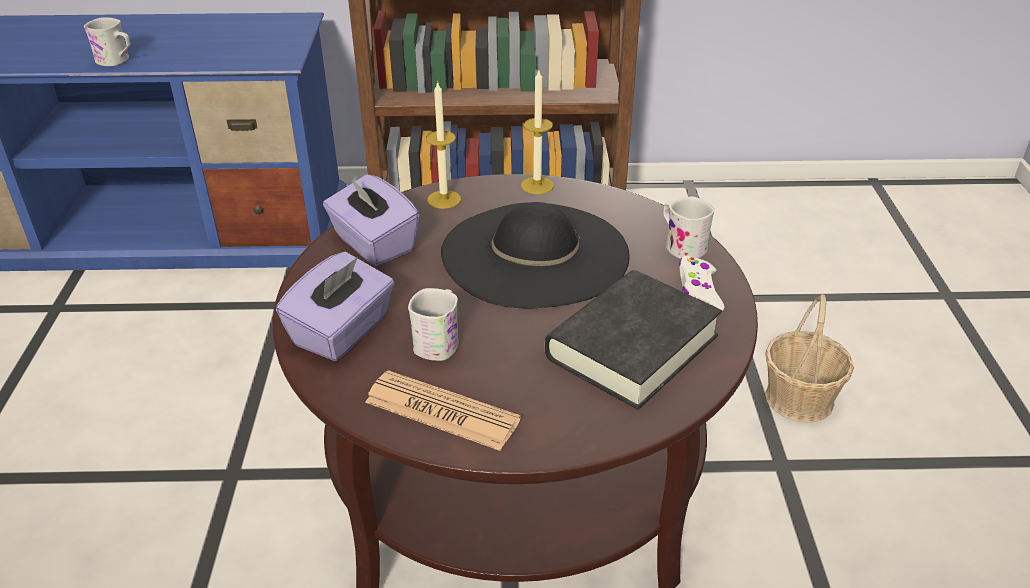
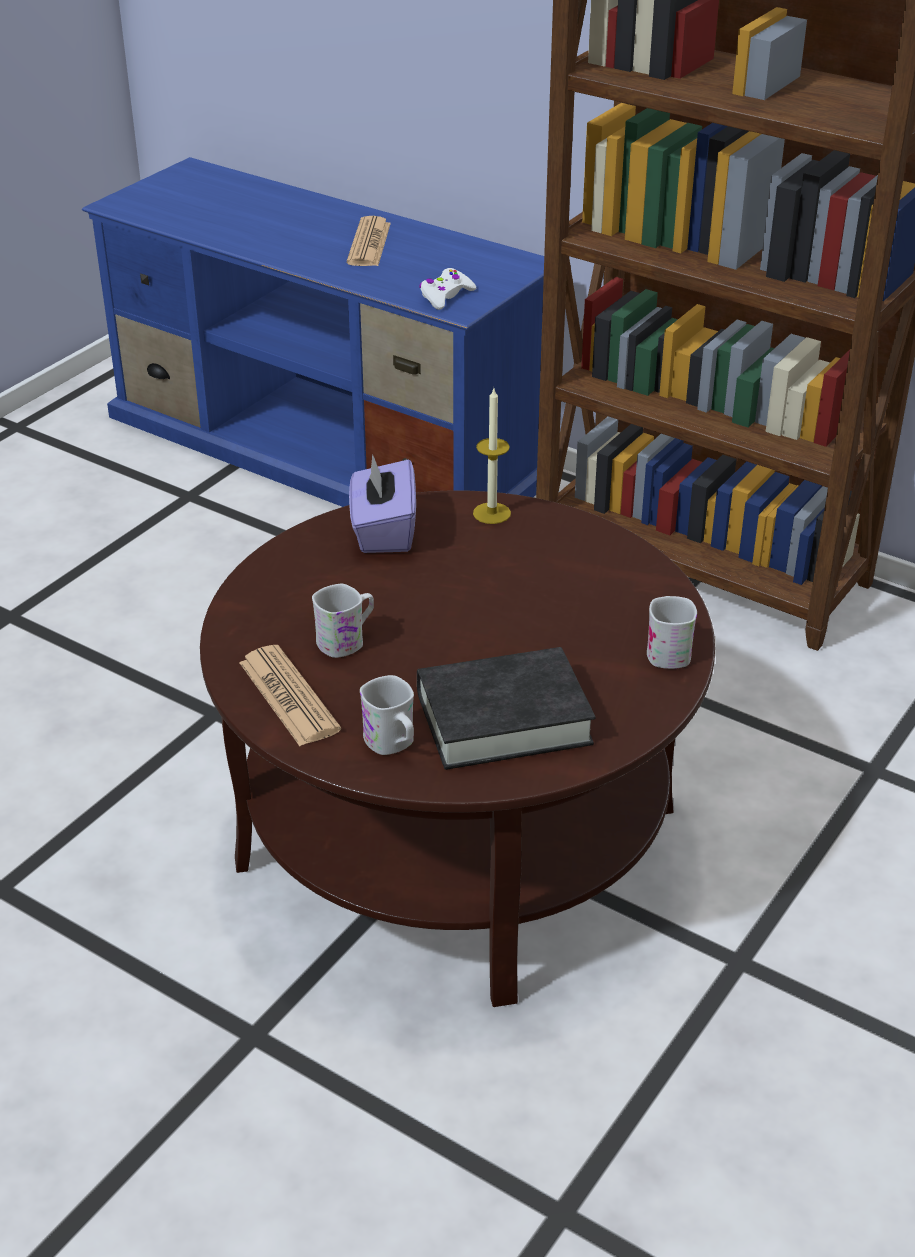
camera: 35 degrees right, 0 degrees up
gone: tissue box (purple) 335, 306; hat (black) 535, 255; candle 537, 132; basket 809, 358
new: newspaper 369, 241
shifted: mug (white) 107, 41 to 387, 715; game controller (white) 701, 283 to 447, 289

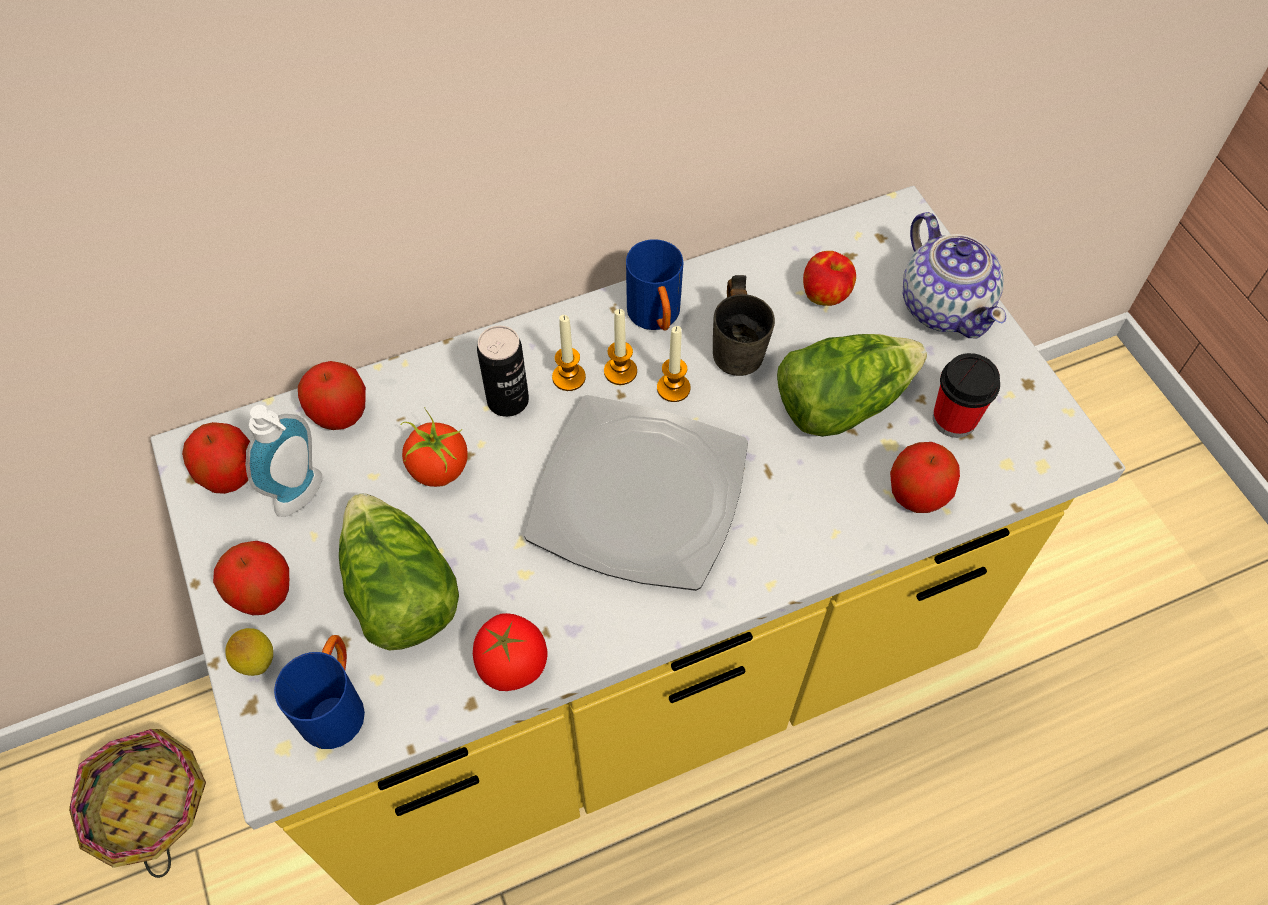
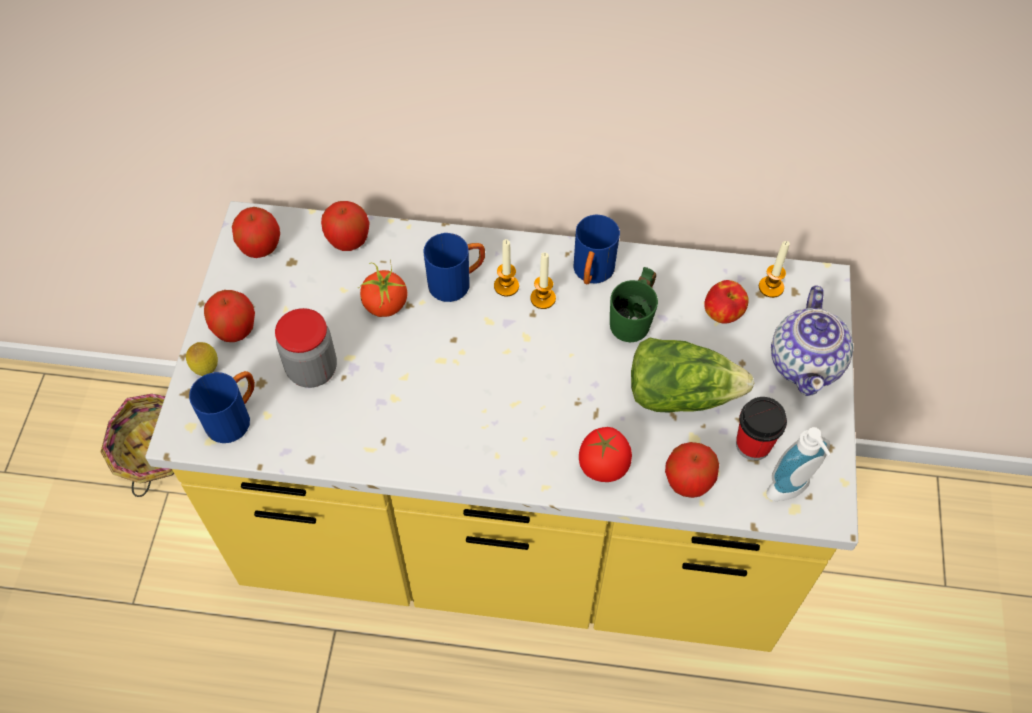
camera: 30 degrees right, 0 degrees up
gone: plate 636, 493
shifted: soap dispenser 283, 461 to 798, 464; tomato 510, 652 to 605, 454; candle 674, 364 to 774, 269
swapped: lettuce 399, 571 to jar 306, 348; can 503, 371 to mug (blue) 454, 267
repainted: mug (grey) 744, 325 to mug (green) 634, 304

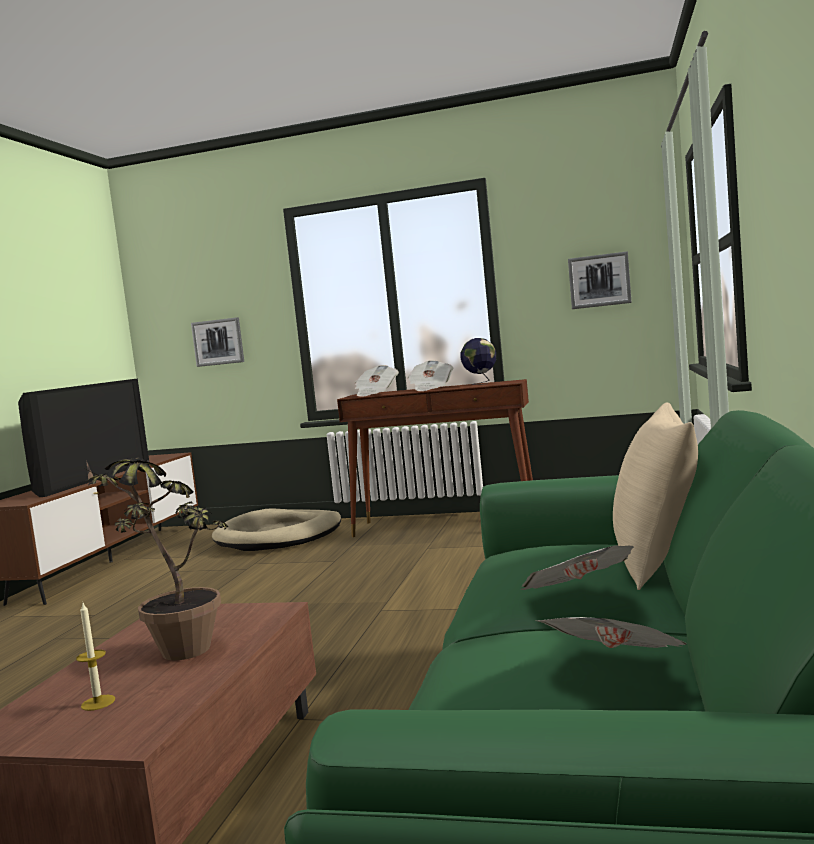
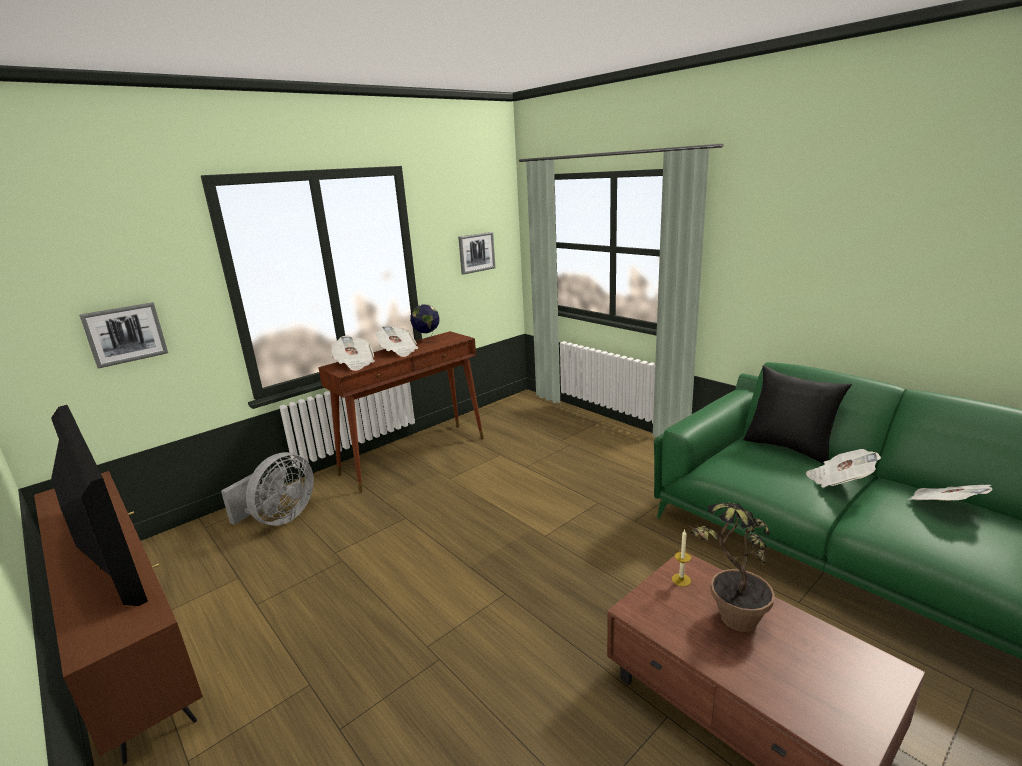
camera: 55 degrees left, 15 degrees up
shifted: candle 95, 657 to 681, 558
swapped: dog bed (beige) 276, 530 to fan (grey) 267, 489
repainted: pillow (beige) 655, 496 to pillow (black) 797, 414

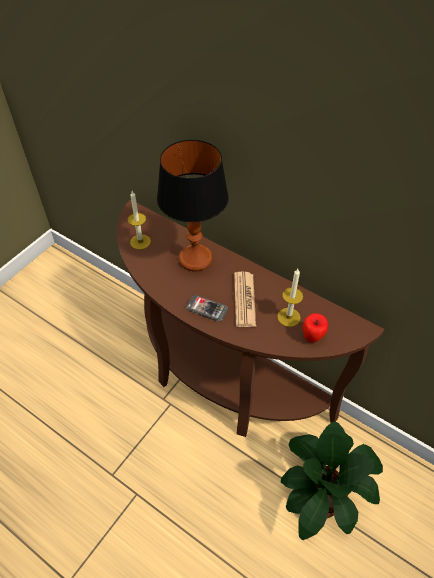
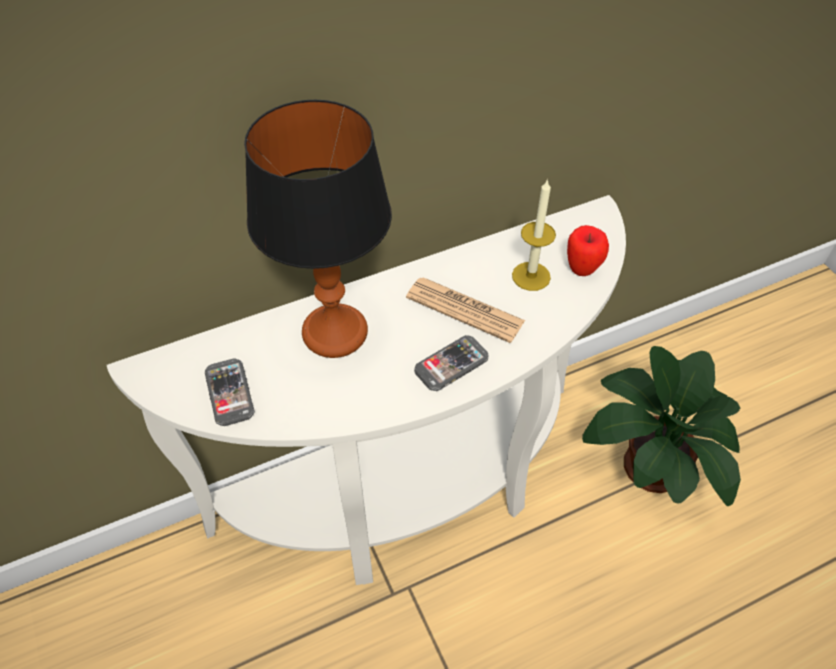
camera: 60 degrees left, 0 degrees up
swapped: candle 139, 220 to phone 230, 392
repainted: console table (brown) 250, 318 to console table (white) 366, 390

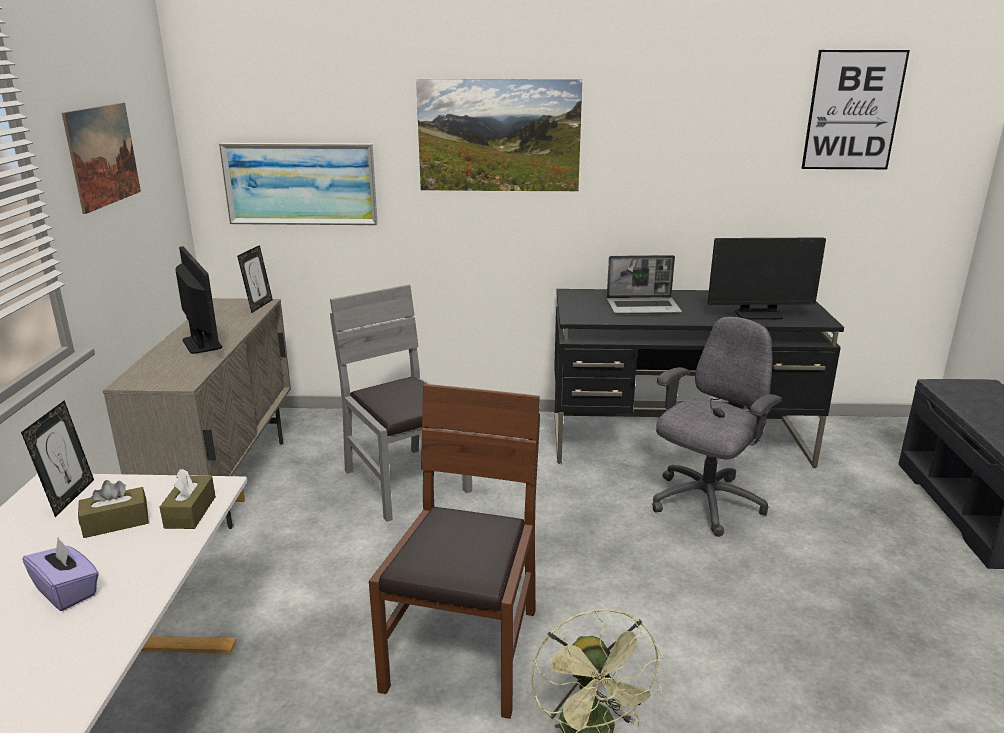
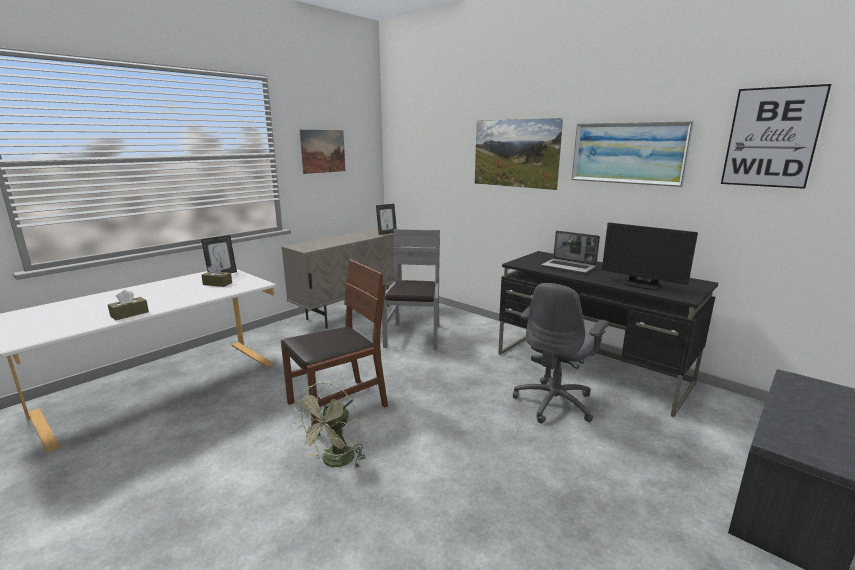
camera: 40 degrees right, 5 degrees down
gone: tissue box (purple) 61, 574; monitor 198, 300
shifted: tissue box (brown) 188, 499 to 128, 305; picture 298, 184 to 632, 154
rotated: office chair (grey) 717, 427 = 561, 353 135 degrees clockwise

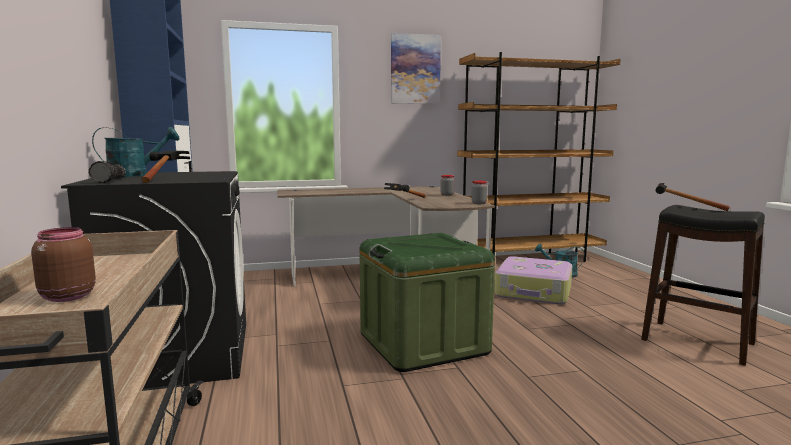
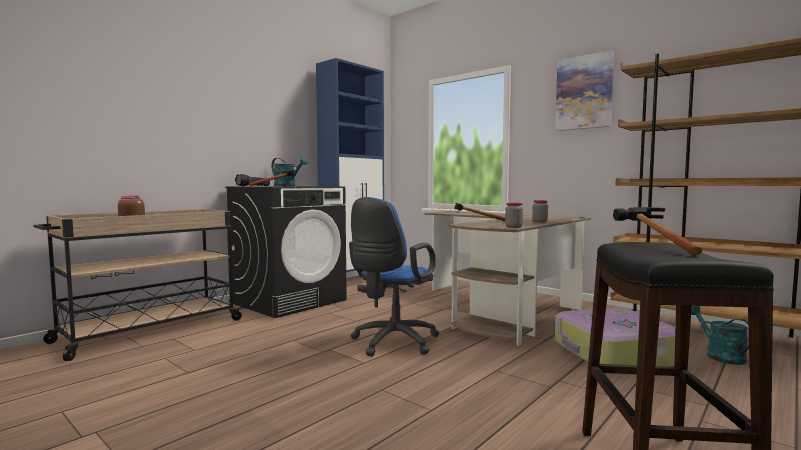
camera: 55 degrees right, 5 degrees down
swapped: storage box (green) 427, 302 to office chair (blue) 394, 277

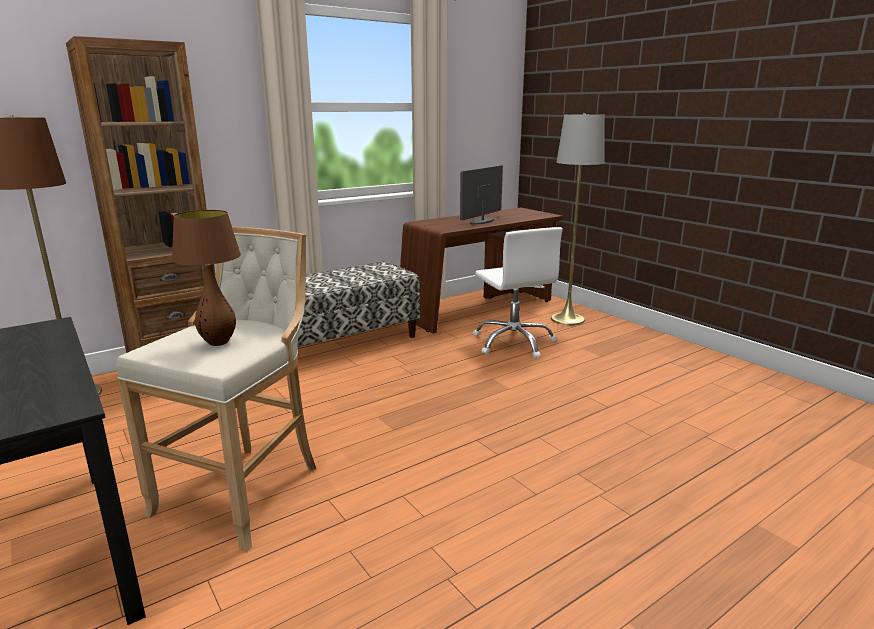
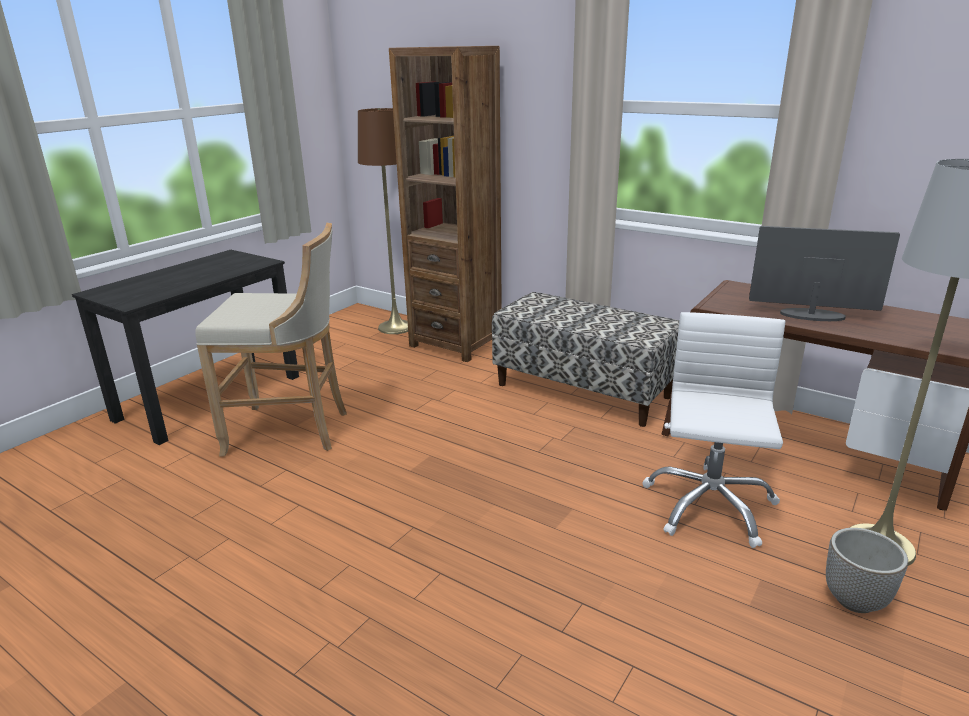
camera: 70 degrees right, 5 degrees up
gone: table lamp (brown) 206, 278
new: planter 867, 570
rotated: office chair (white) 518, 292 = 713, 430 150 degrees clockwise

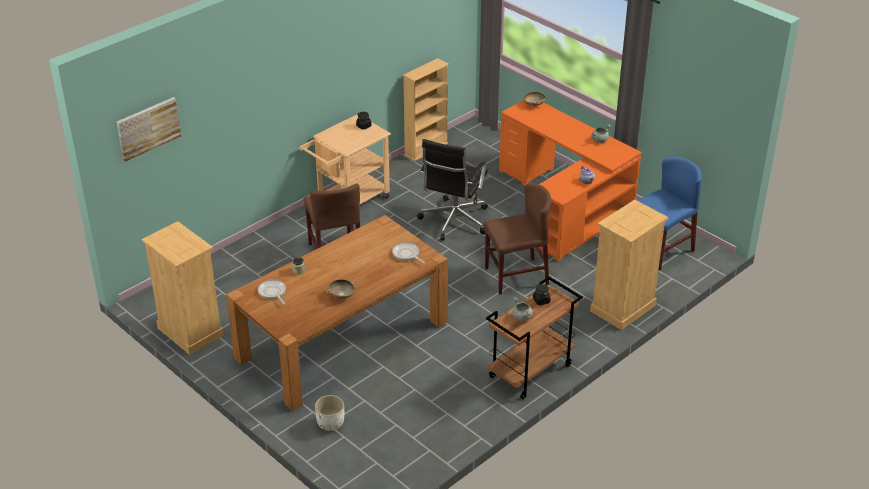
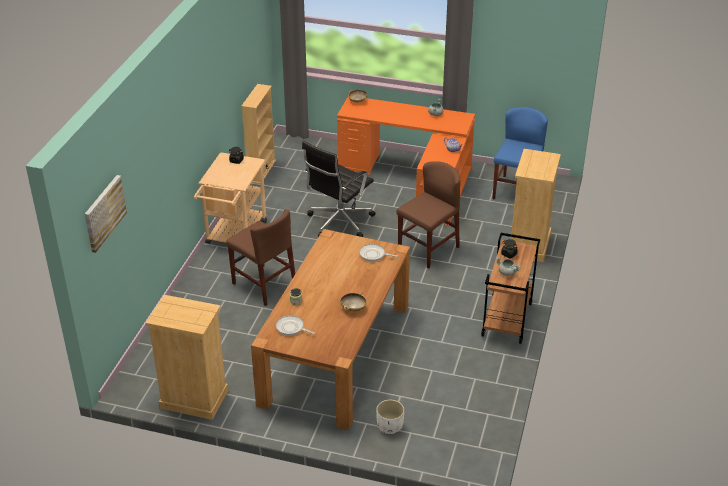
camera: 30 degrees left, 0 degrees up
rotated: office chair (black) 452, 190 = 339, 189 45 degrees clockwise

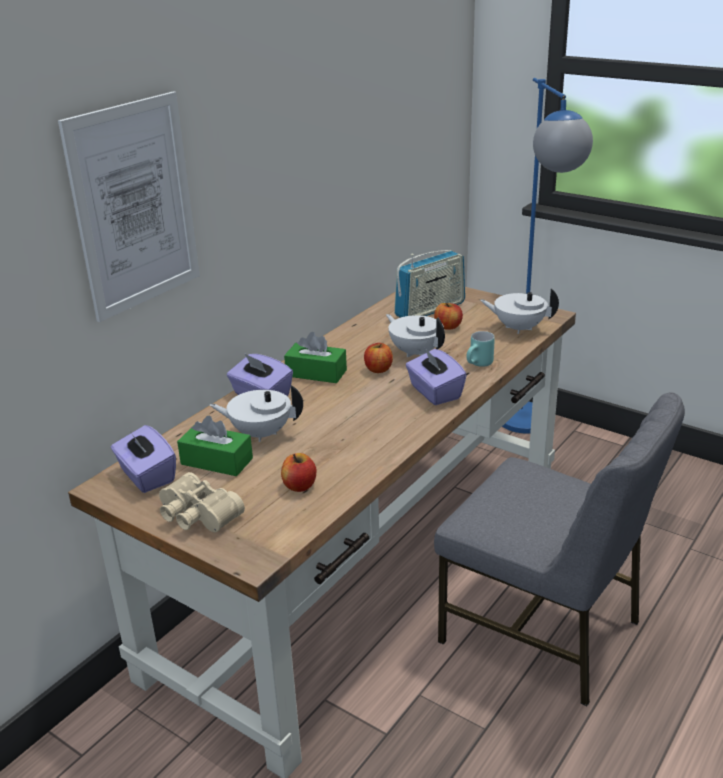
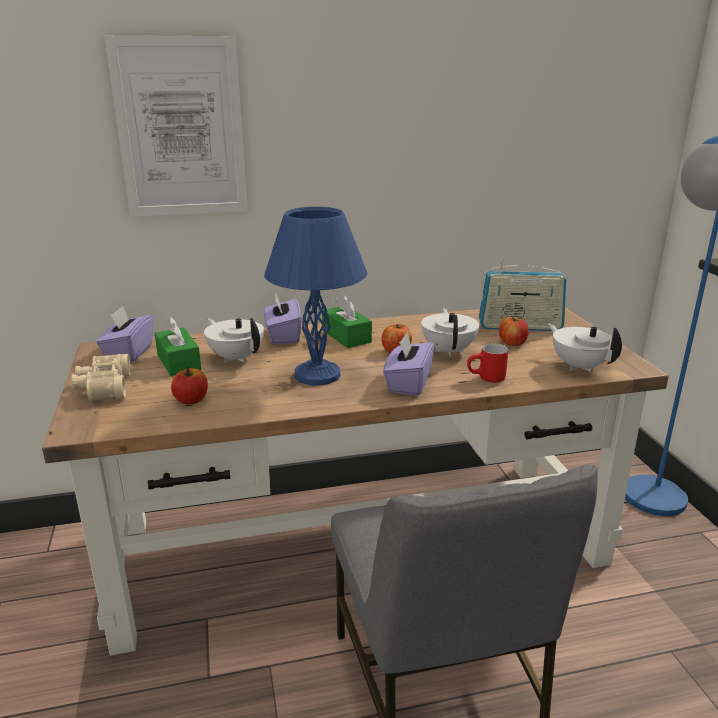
camera: 40 degrees right, 5 degrees down
new: table lamp (blue) 316, 296
repainted: mug (turquoise) 481, 349 to mug (red) 487, 363

